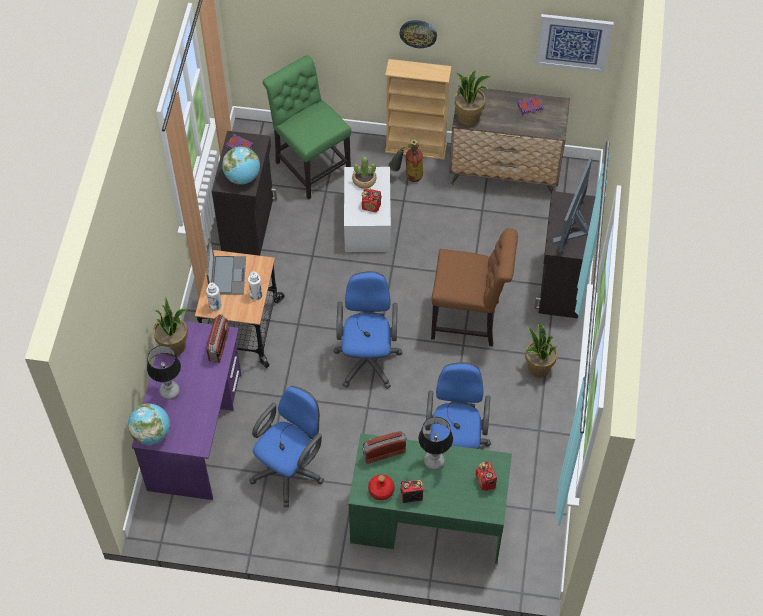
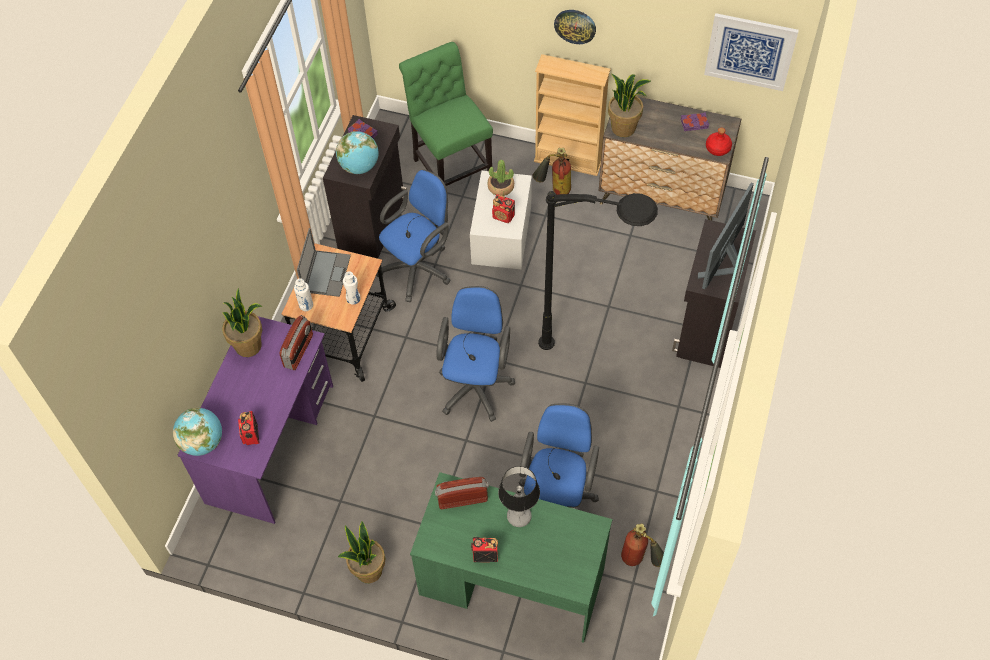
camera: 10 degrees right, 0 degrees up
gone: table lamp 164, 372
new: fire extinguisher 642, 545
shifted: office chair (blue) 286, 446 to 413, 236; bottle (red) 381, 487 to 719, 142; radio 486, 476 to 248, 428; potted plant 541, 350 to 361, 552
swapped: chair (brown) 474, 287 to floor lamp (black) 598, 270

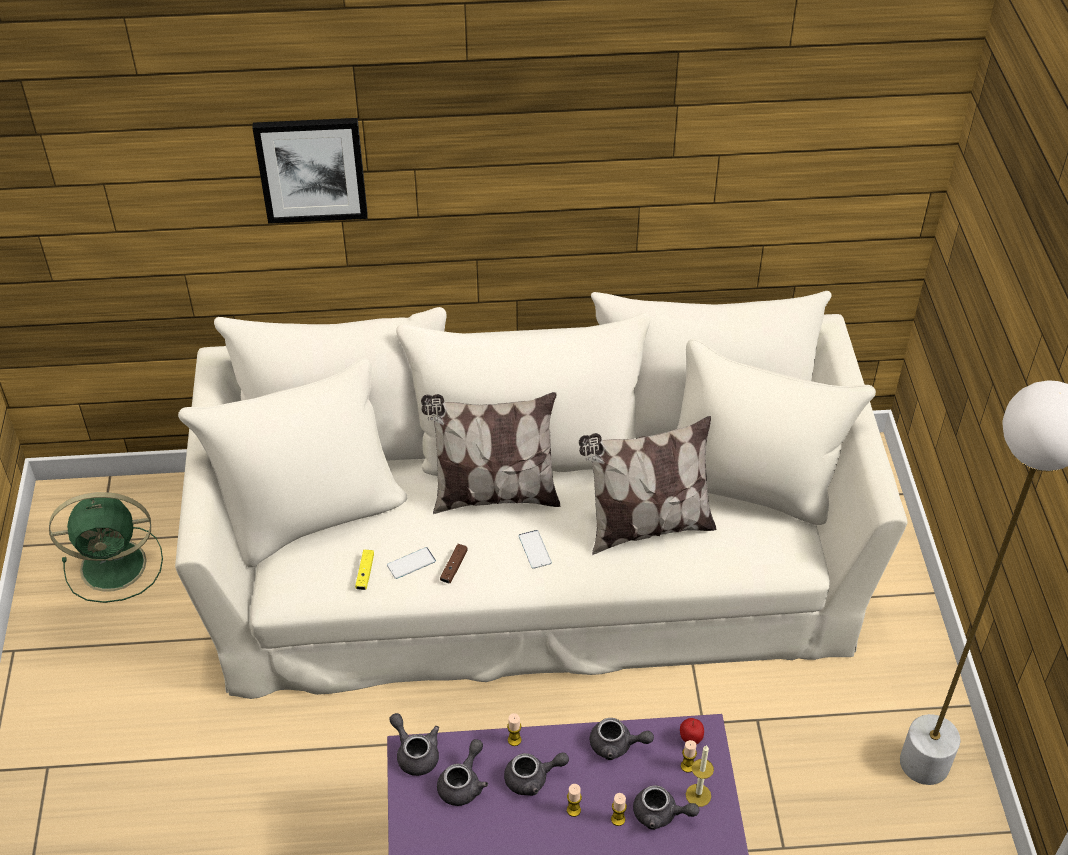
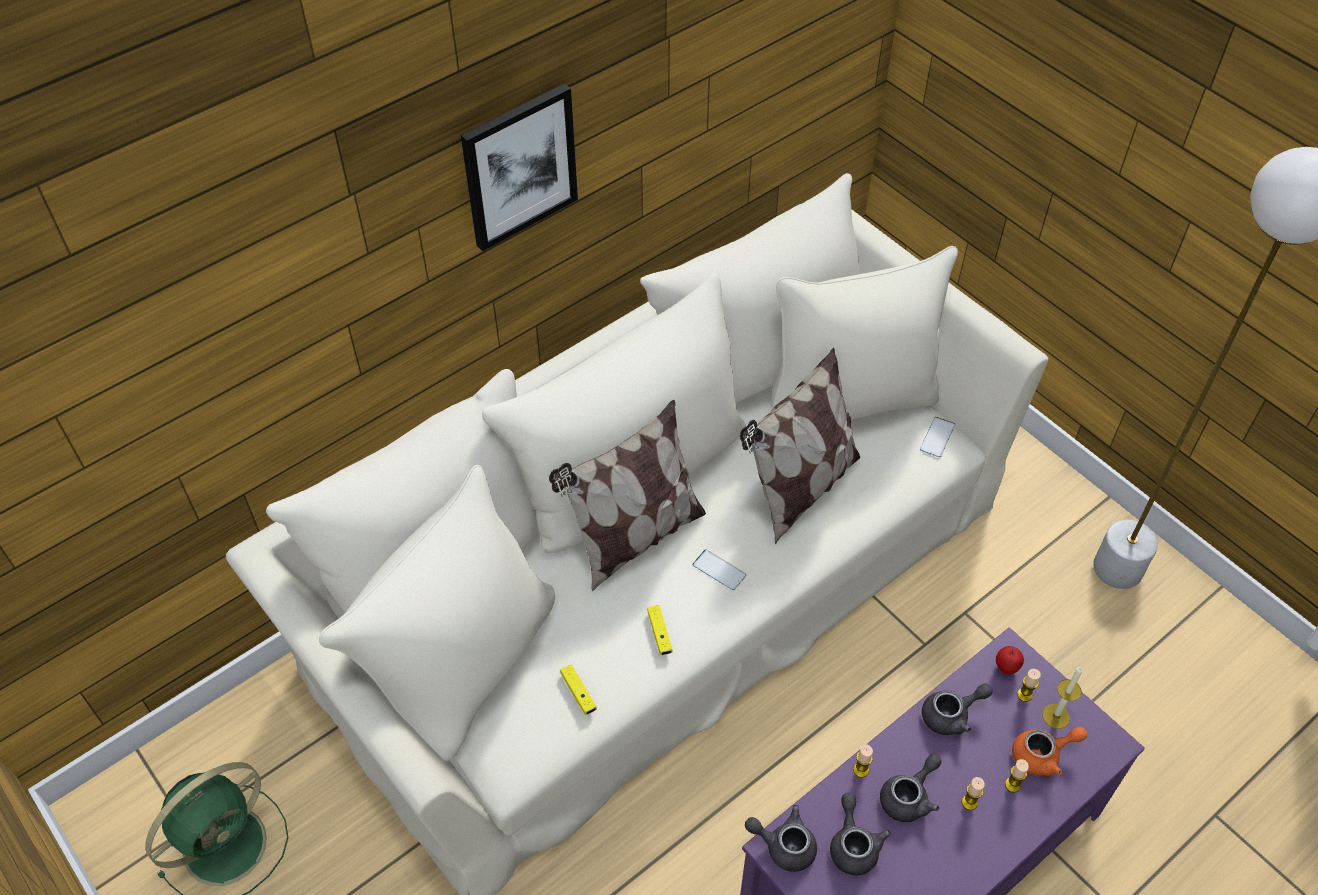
camera: 35 degrees left, 5 degrees up
shifted: picture 310, 171 to 519, 167; phone 411, 563 to 937, 437
repainted: game controller (brown) 453, 563 to game controller (yellow) 660, 630; teapot (grey) 666, 807 to teapot (orange) 1049, 751

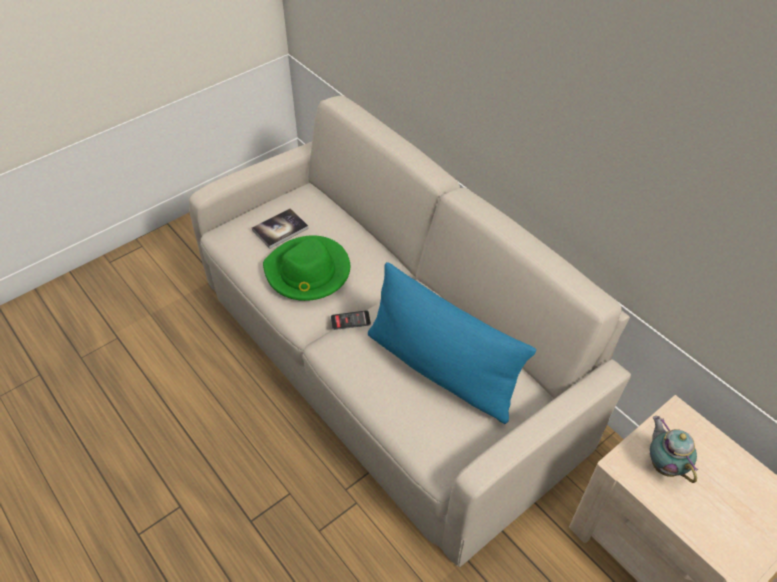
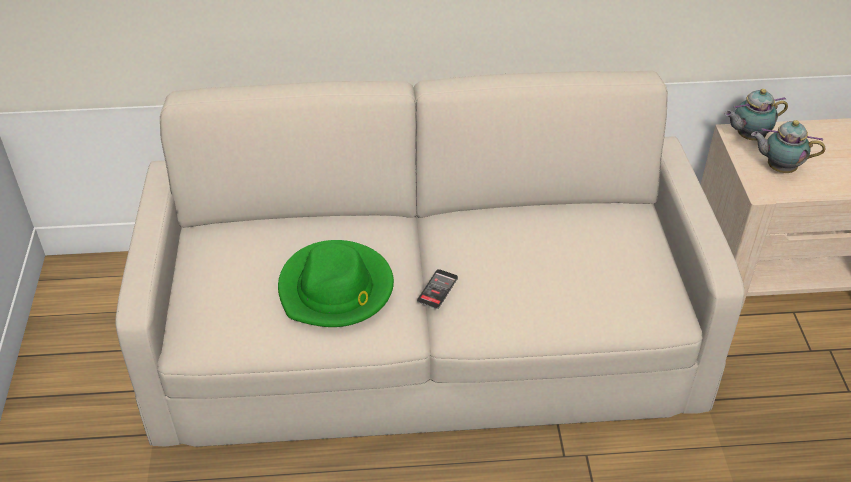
camera: 55 degrees left, 5 degrees down
gone: book 280, 228; pillow (blue) 452, 343
new: teapot 756, 115

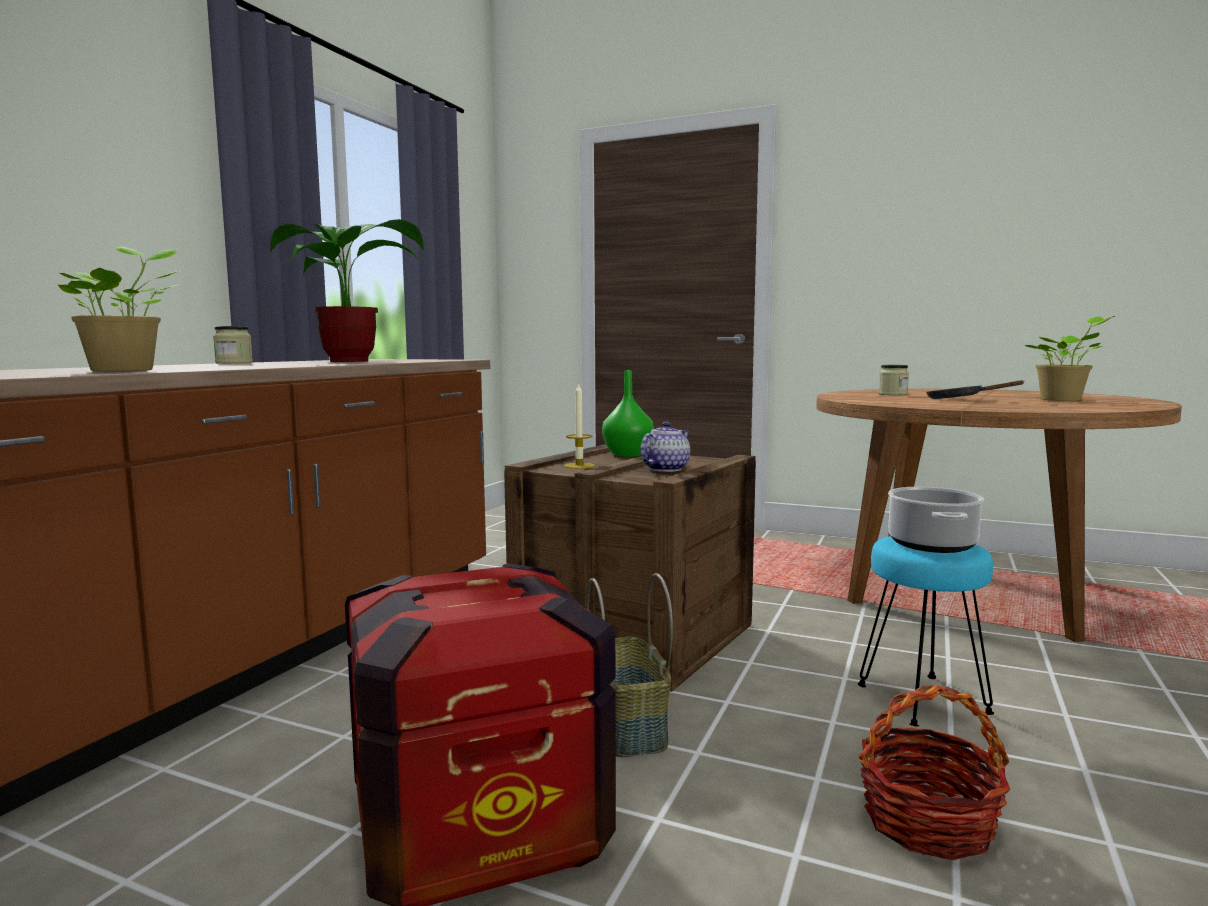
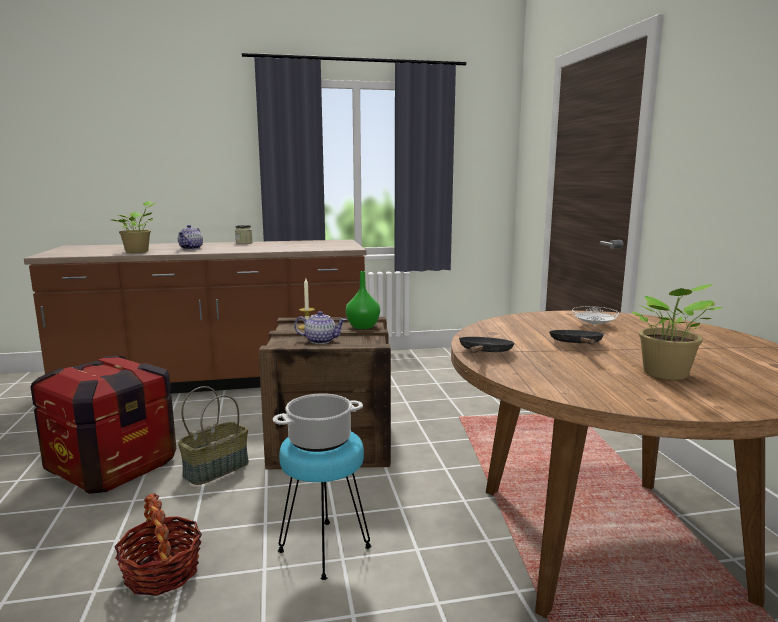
camera: 55 degrees right, 5 degrees up
gone: potted plant 347, 290
new: teapot 190, 237; frying pan (black) 487, 345
swapped: jar 893, 380 to plate (white) 595, 316

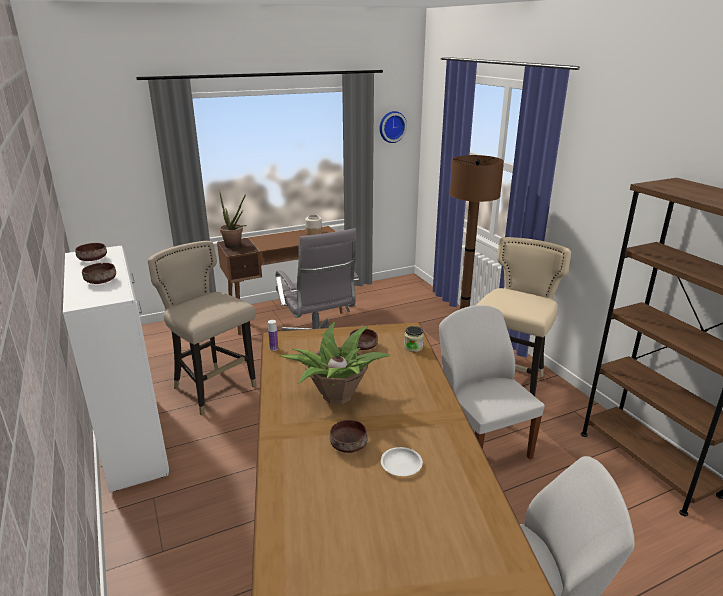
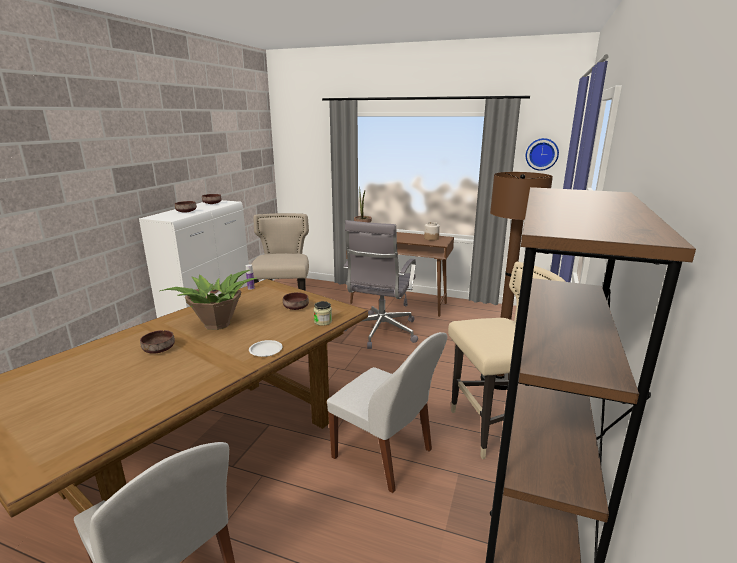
camera: 45 degrees right, 5 degrees down
shifted: plate (white) 402, 461 to 266, 348
rotated: chair (white) 492, 382 = 387, 412 105 degrees clockwise

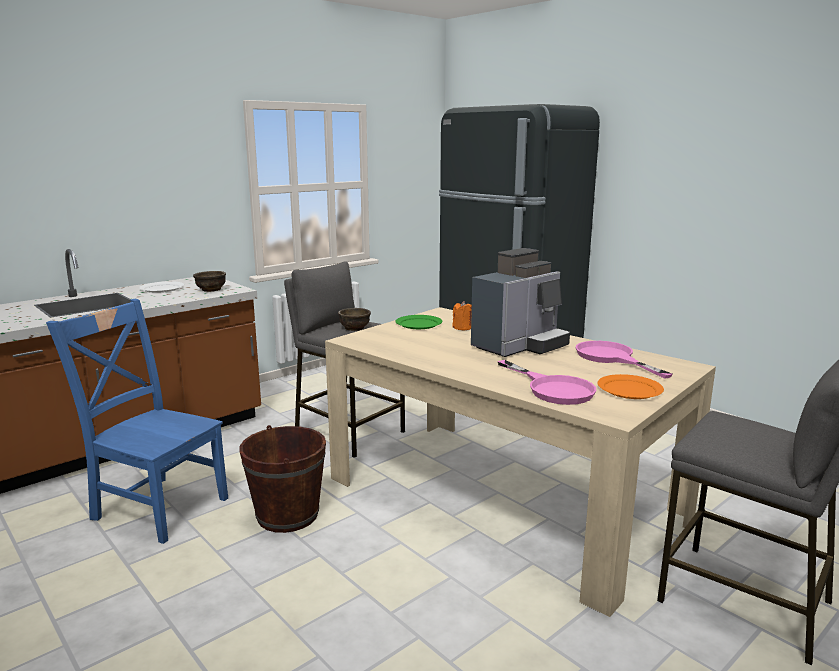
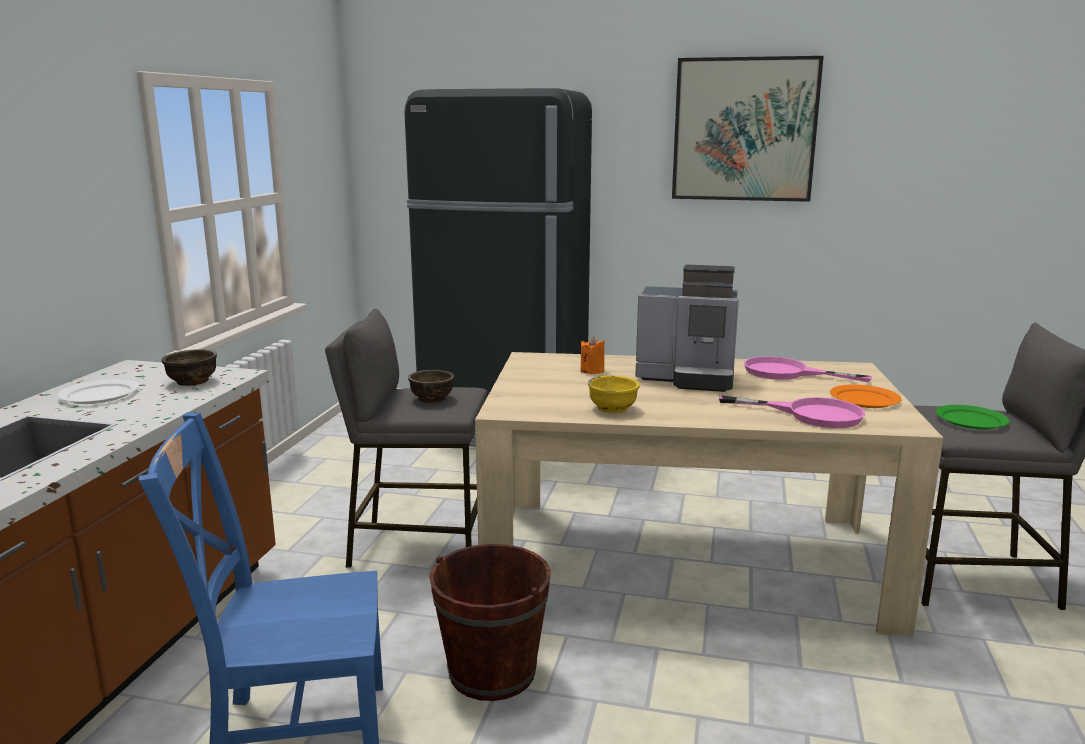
camera: 35 degrees left, 0 degrees up
new: bowl (yellow) 613, 394; picture 748, 129
shifted: plate (green) 419, 322 to 973, 417
rotated: coffee machine 520, 302 = 687, 328 90 degrees clockwise

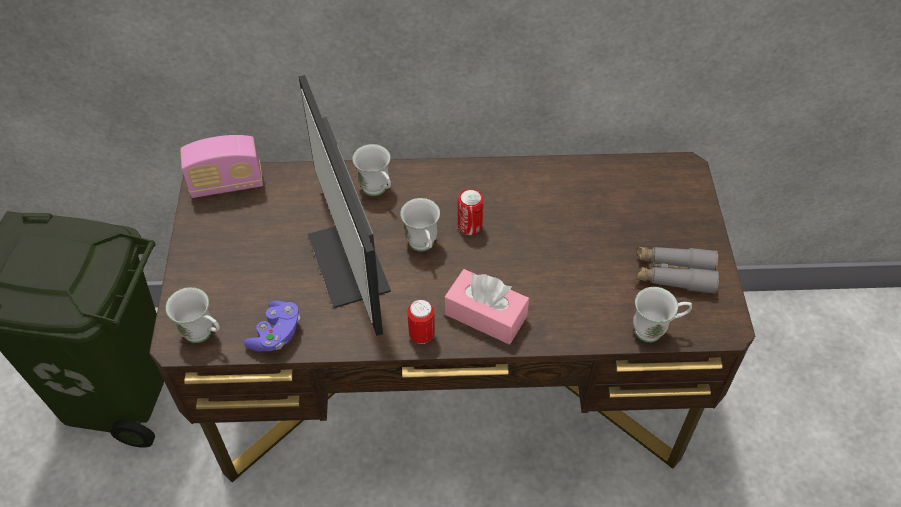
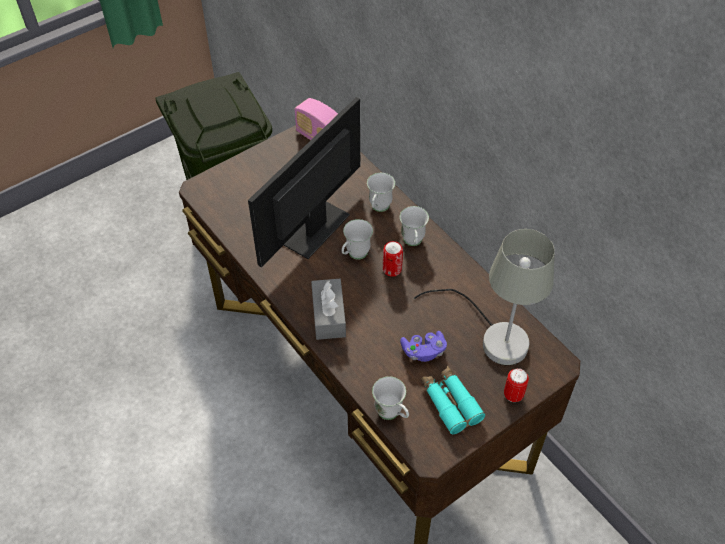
camera: 55 degrees right, 0 degrees up
new: table lamp (grey) 484, 297
shifted: mug (white) 192, 315 to 414, 226; game controller (purple) 272, 326 to 423, 346; can 421, 321 to 516, 385
repainted: tissue box (pink) 487, 306 to tissue box (grey) 328, 309; binoculars (grey) 677, 270 to binoculars (turquoise) 453, 400

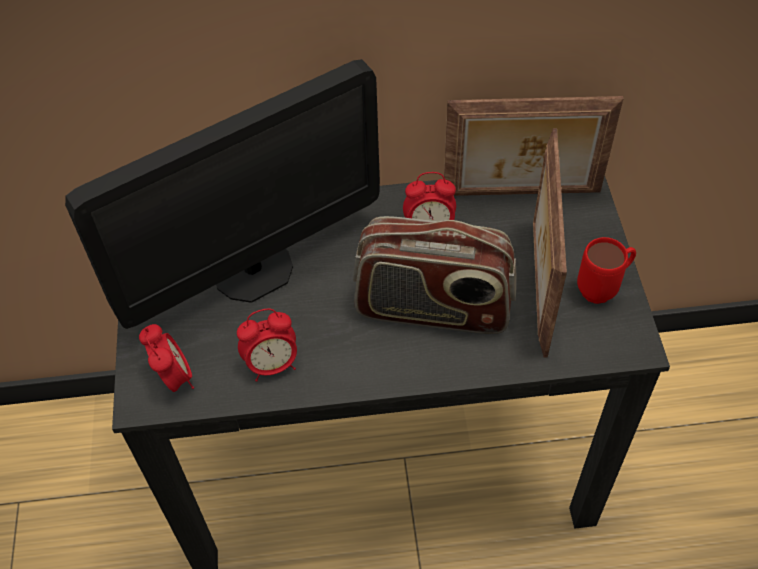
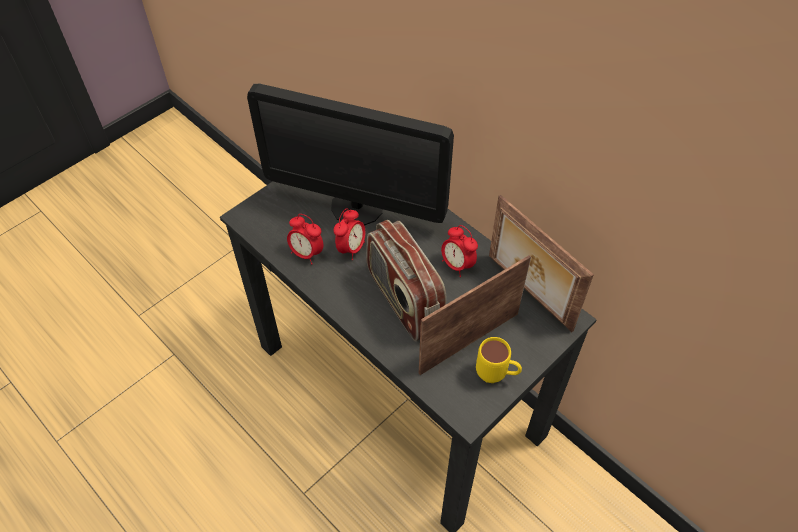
camera: 50 degrees right, 0 degrees up
shifted: alarm clock 166, 358 to 349, 234
repainted: mug (red) 606, 270 to mug (yellow) 499, 360

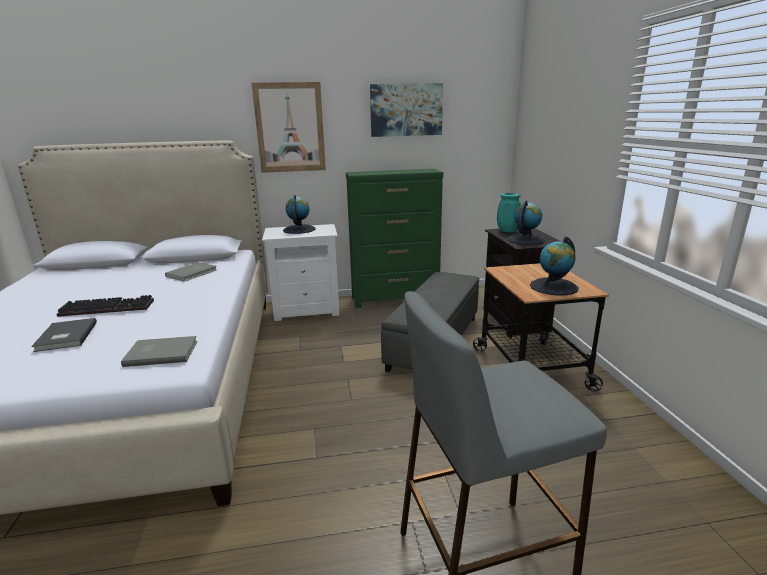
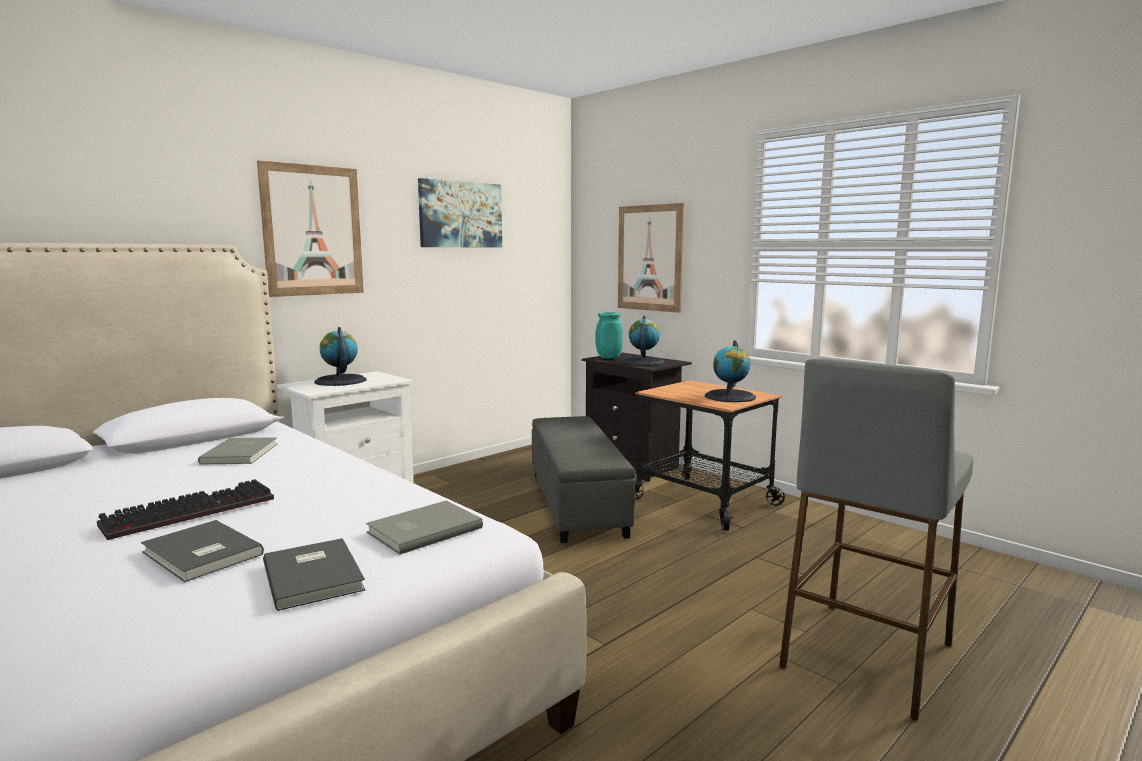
camera: 35 degrees left, 10 degrees down
gone: dresser (green) 394, 238
new: book (grey) 314, 574; picture 651, 258

